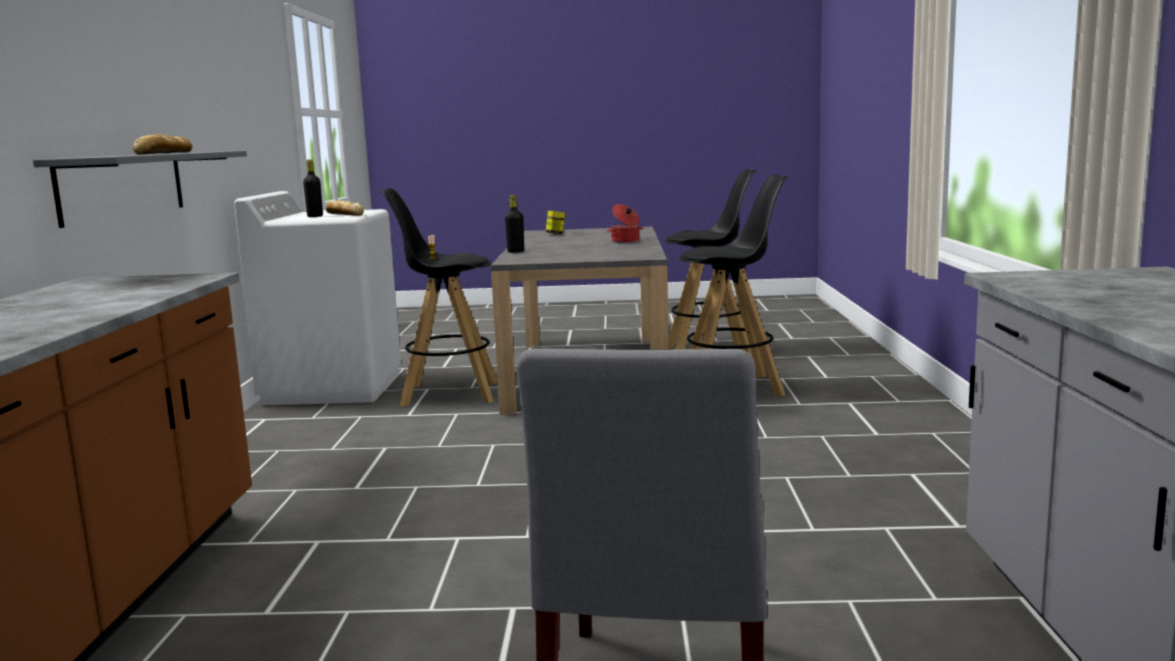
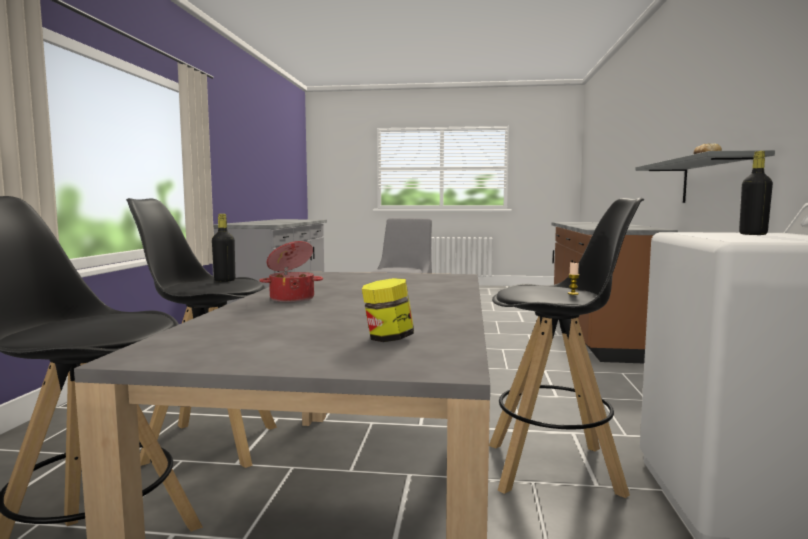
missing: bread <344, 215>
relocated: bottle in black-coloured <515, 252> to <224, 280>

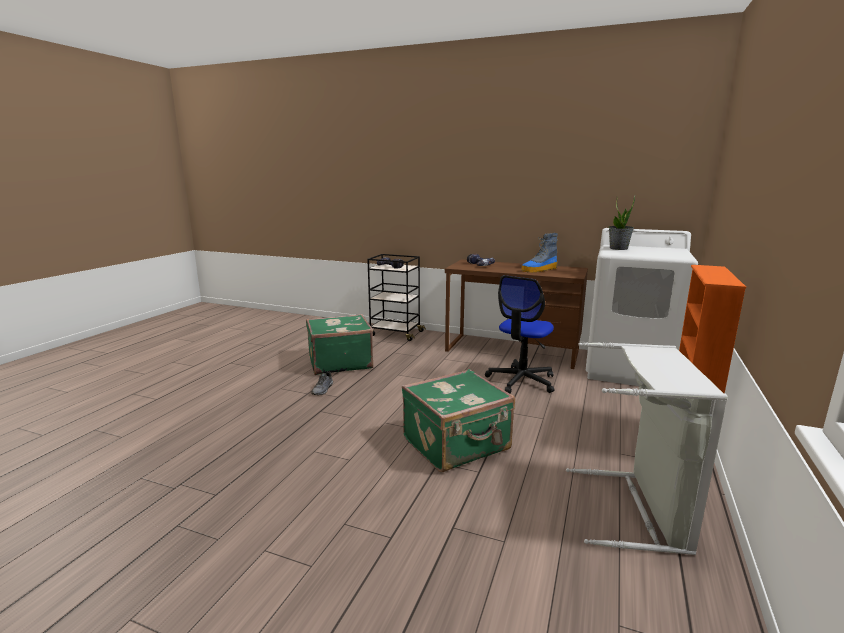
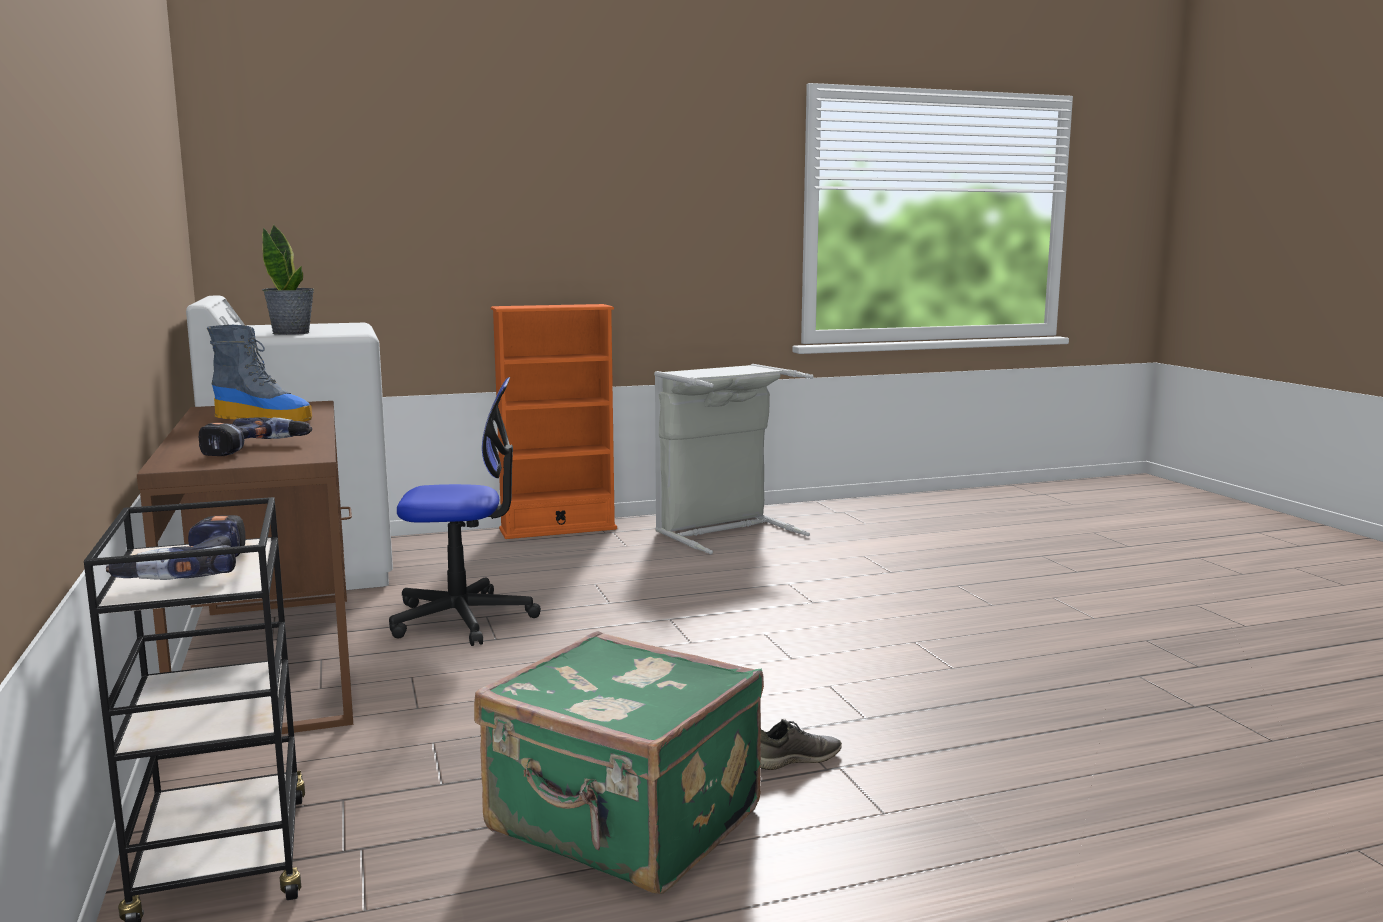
missing: piece of luggage in green <457, 445>

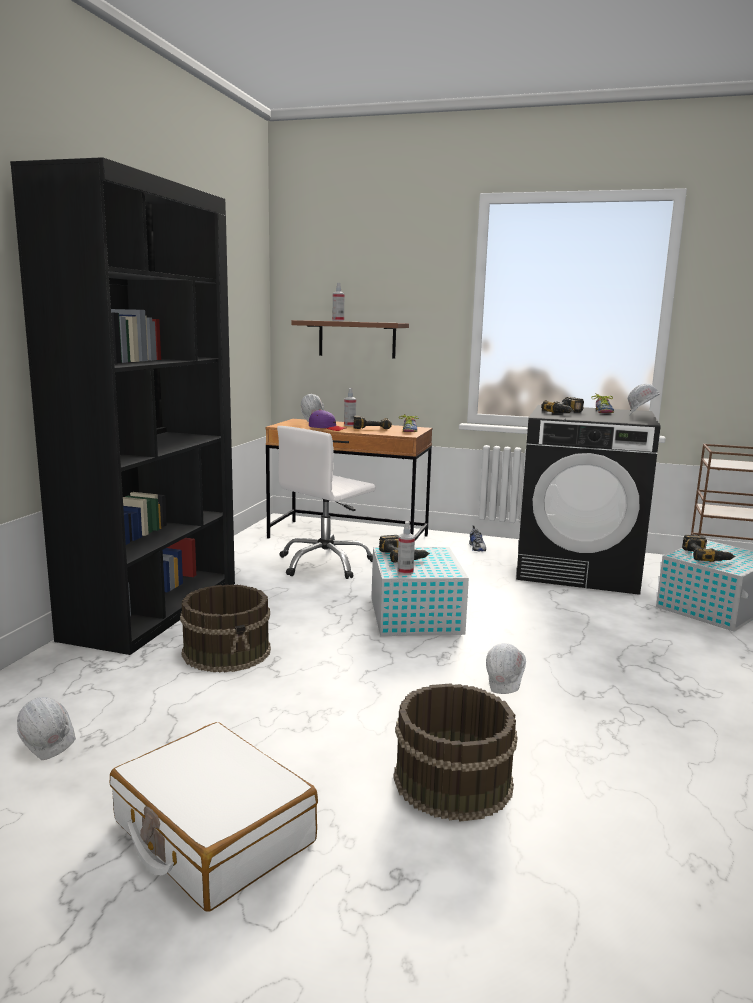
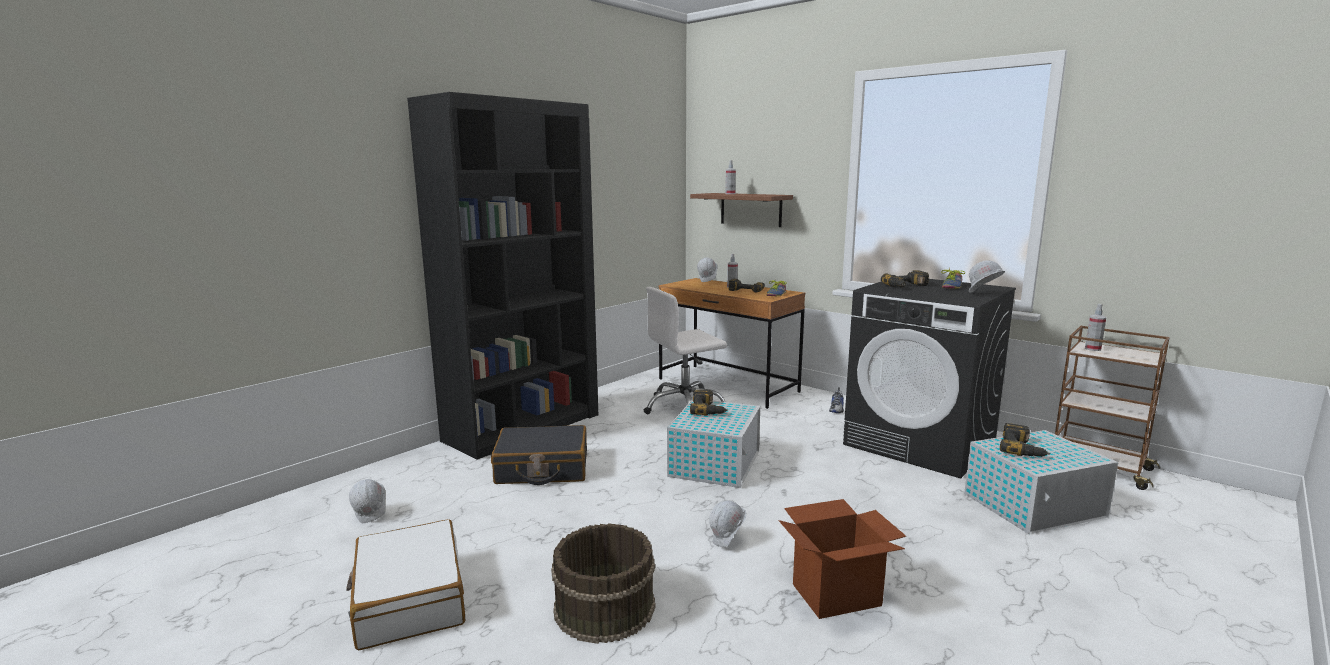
missing: baseball cap in purple-coloured <327, 428>
appeared: carton <836, 595>
relocated: sprayer <405, 572> to <1092, 349>
exchanged: bucket in brown-coloured <227, 651> to piece of luggage in black-coloured <542, 468>

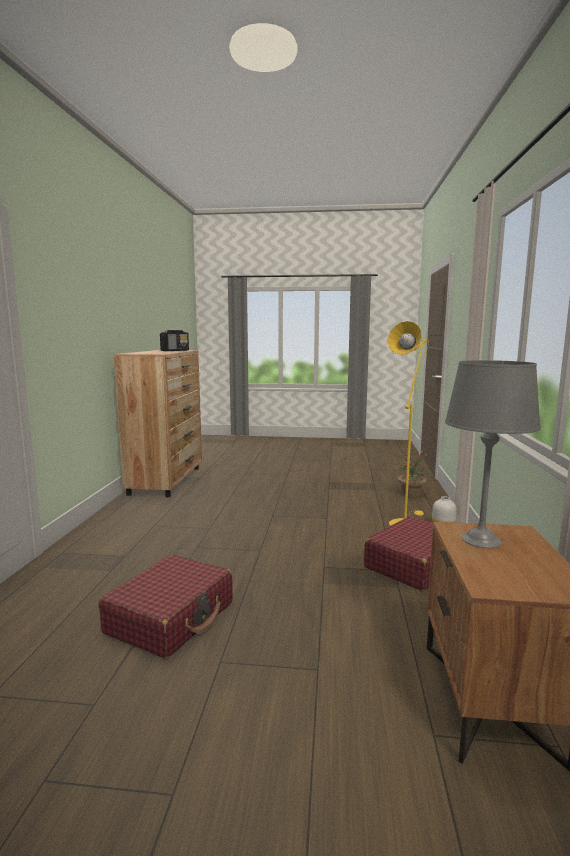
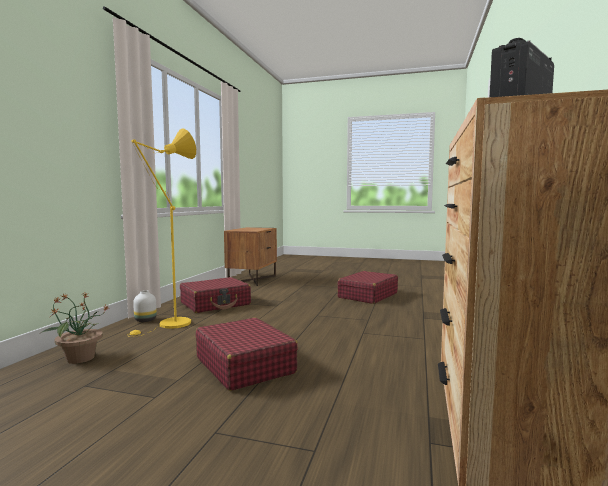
missing: tabletop lamp in grey <481, 540>
appeared: piece of luggage in reddish <244, 365>

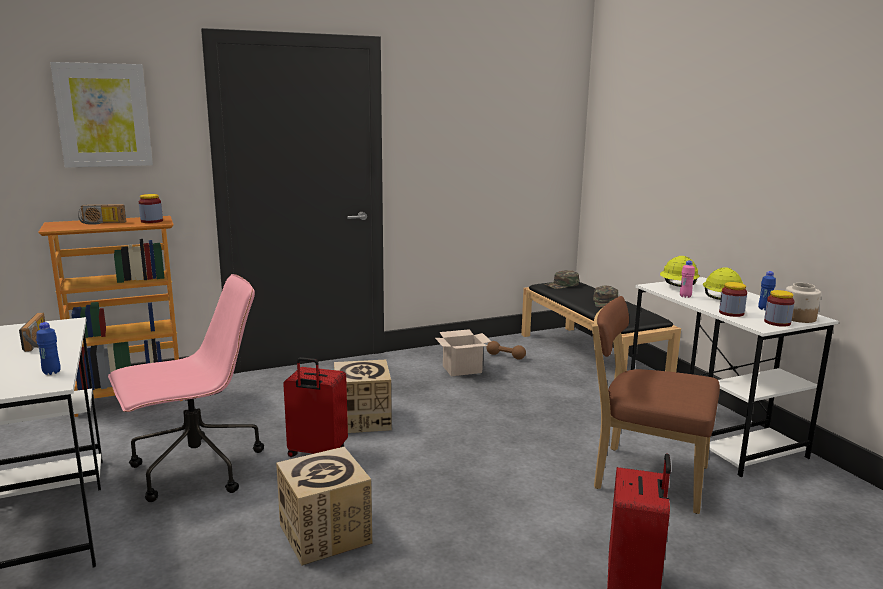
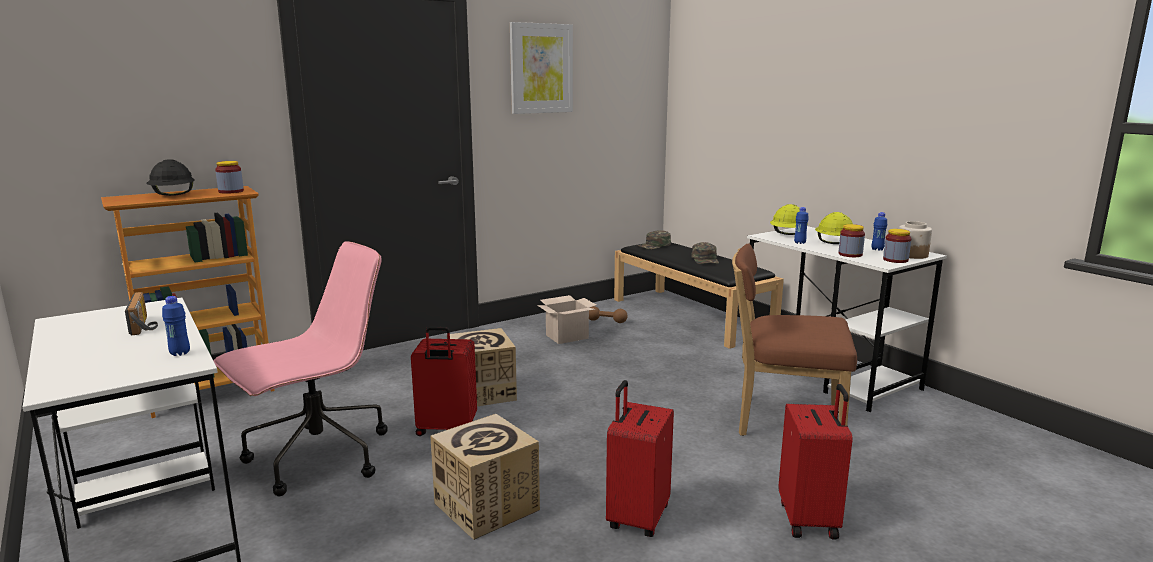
appeared: piece of luggage in reddish <636, 518>
relocated: wall art <103, 115> to <541, 68>
exchanged: radio set <102, 223> to work helmet in black-coloured <173, 195>
colour: bottle in pink-coloured <685, 296> to bottle in blue <799, 243>

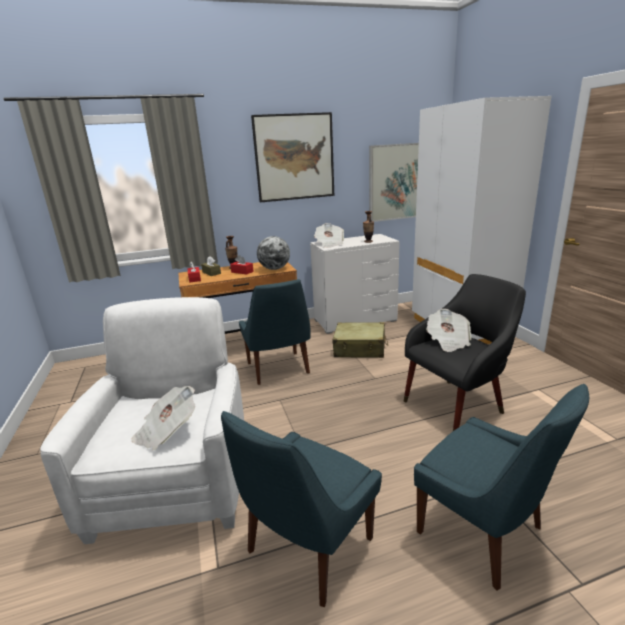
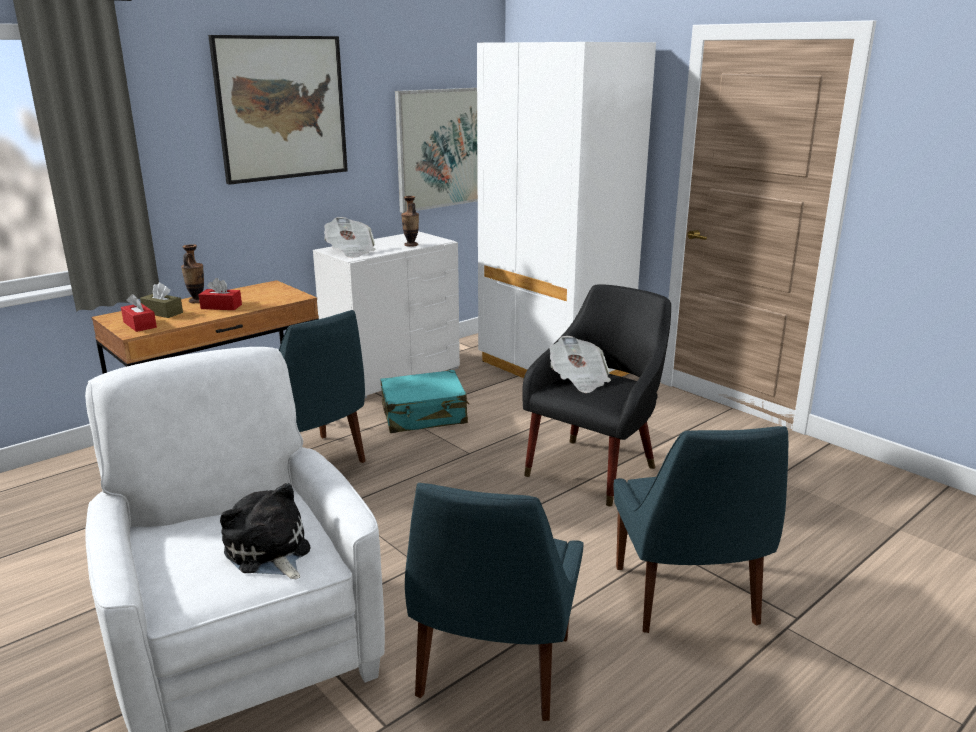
missing: desk globe <275, 269>
exchanged: daily paper <167, 431> to plush toy <269, 552>
colour: piece of luggage in beige <360, 348> to piece of luggage in turquoise <424, 415>
spun: upright chair in blue <483, 533> = <686, 599> 60 degrees clockwise

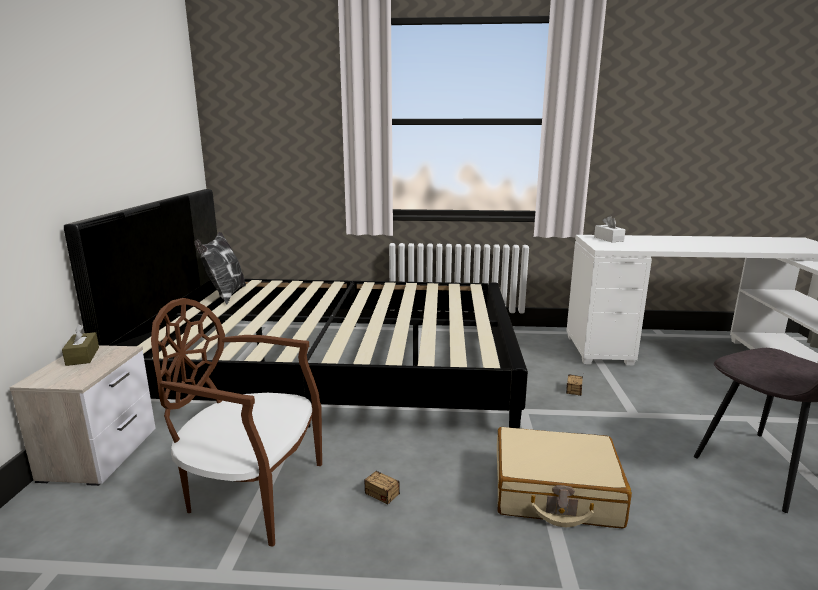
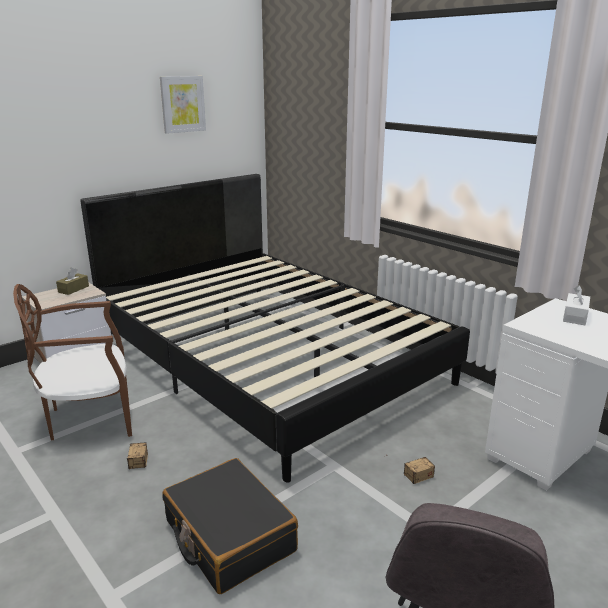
missing: throw pillow <225, 295>
appeared: wall art <182, 104>
colour: piece of luggage in beige <555, 492> to piece of luggage in black-coloured <229, 536>
spun: upright chair in brown-coloured <251, 493> = <90, 418> 75 degrees counterclockwise

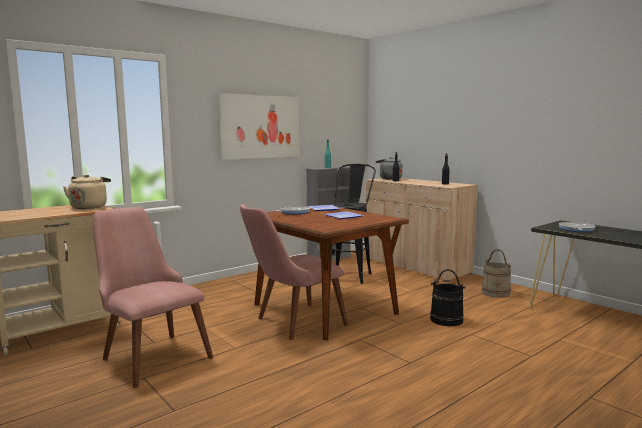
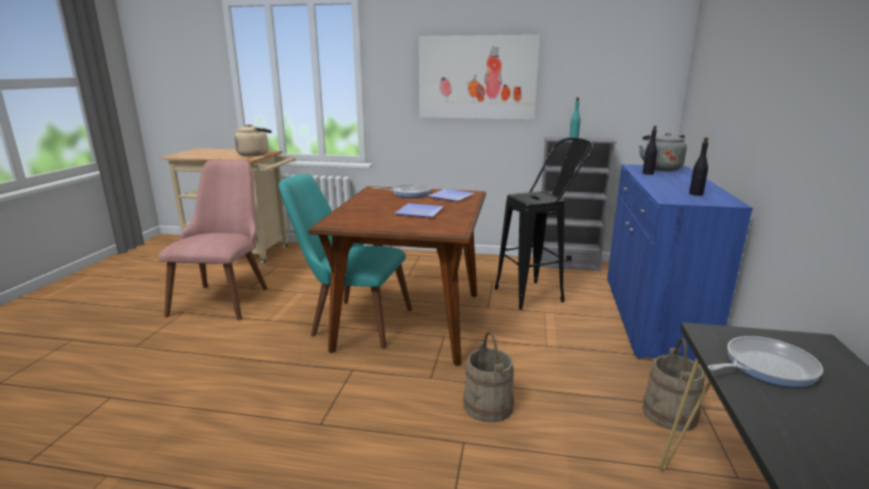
colour: upright chair in pink-coloured <292, 324> to upright chair in turquoise <350, 321>; bucket in black-coloured <446, 320> to bucket in beige <488, 405>; storage cabinet in beige <416, 266> to storage cabinet in blue <652, 317>

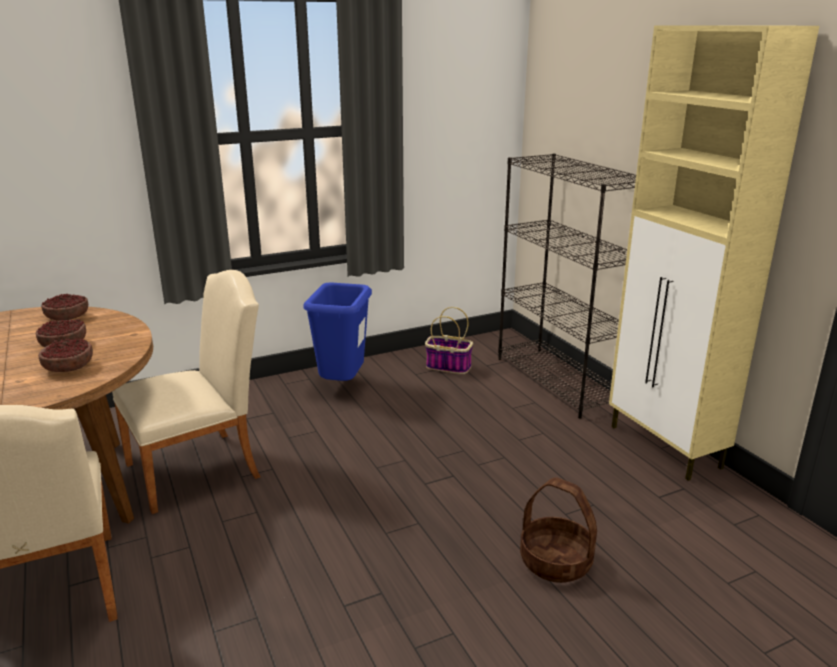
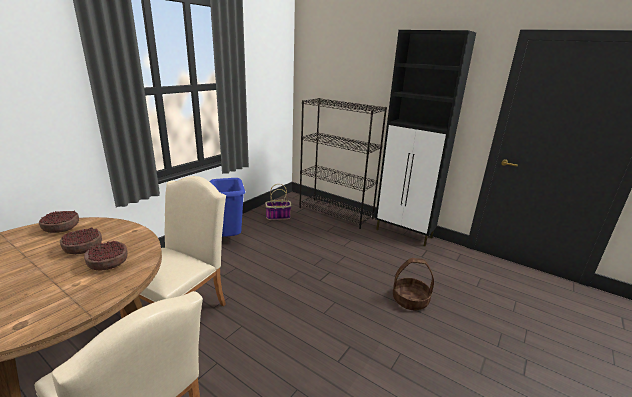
colour: storage cabinet in beige <665, 447> to storage cabinet in black-coloured <404, 234>

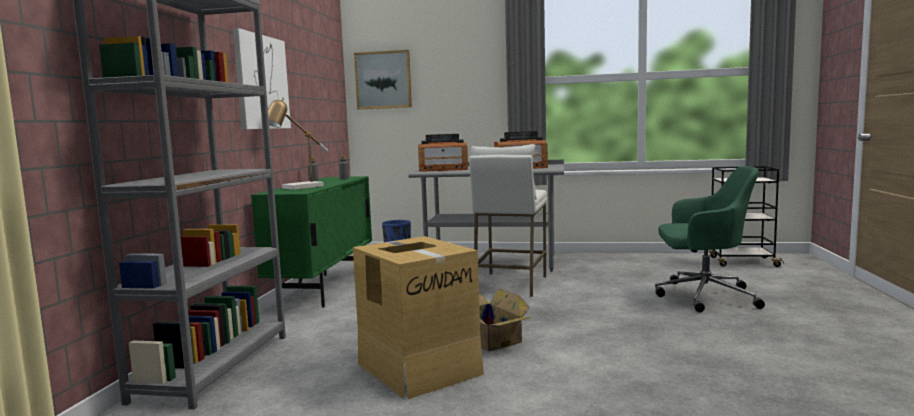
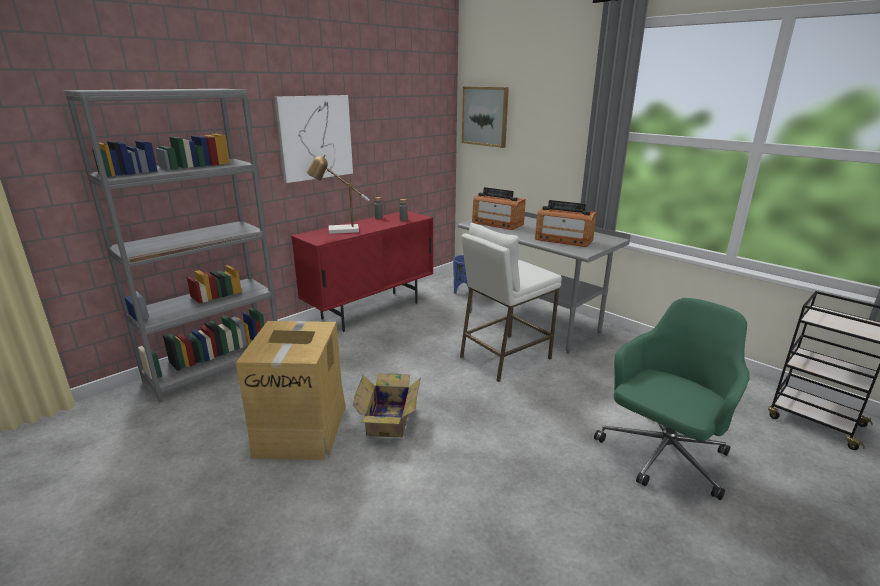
colour: storage cabinet in green <324, 289> to storage cabinet in reddish <371, 310>
spun: desk chair in green <703, 296> = <662, 456> 90 degrees counterclockwise

